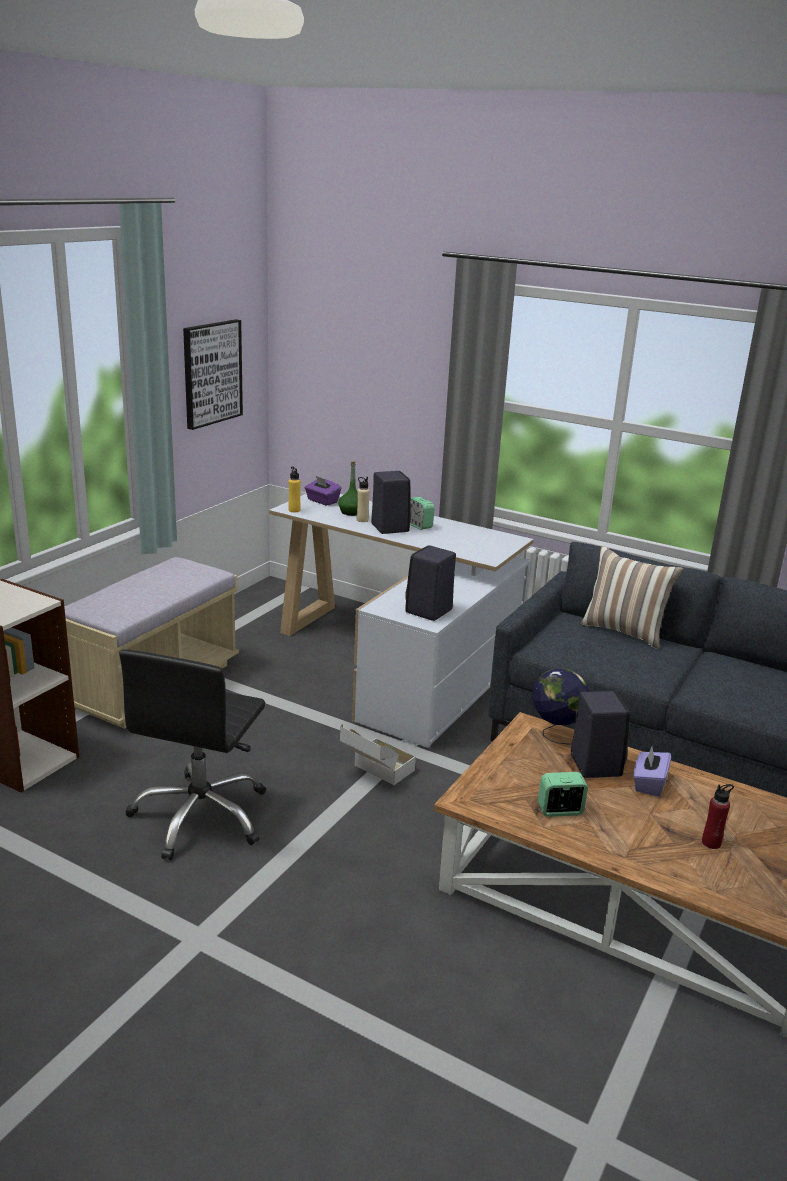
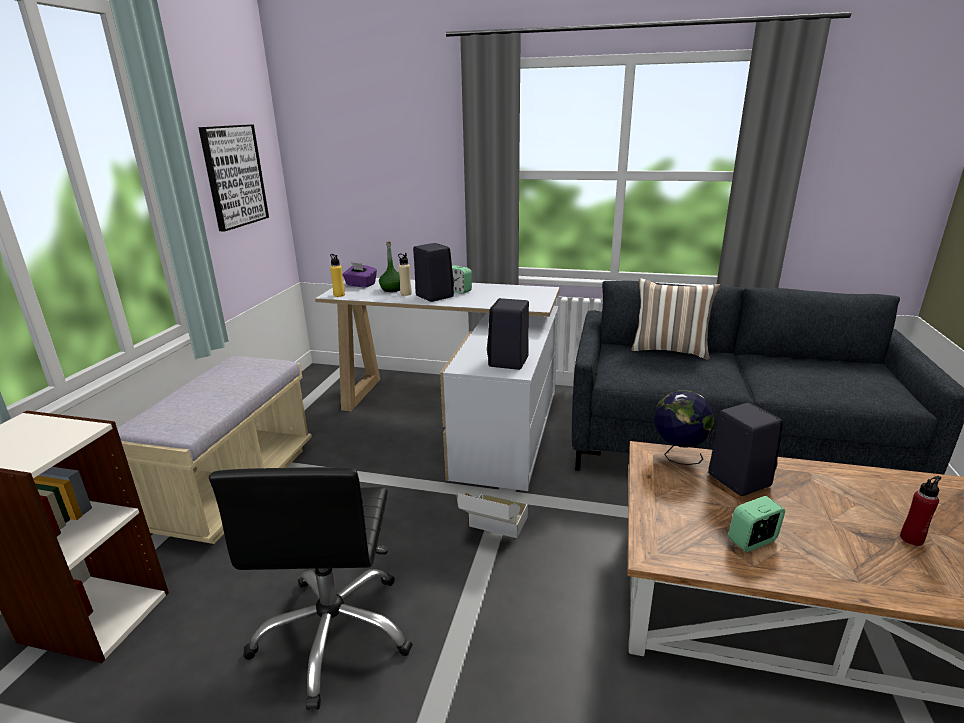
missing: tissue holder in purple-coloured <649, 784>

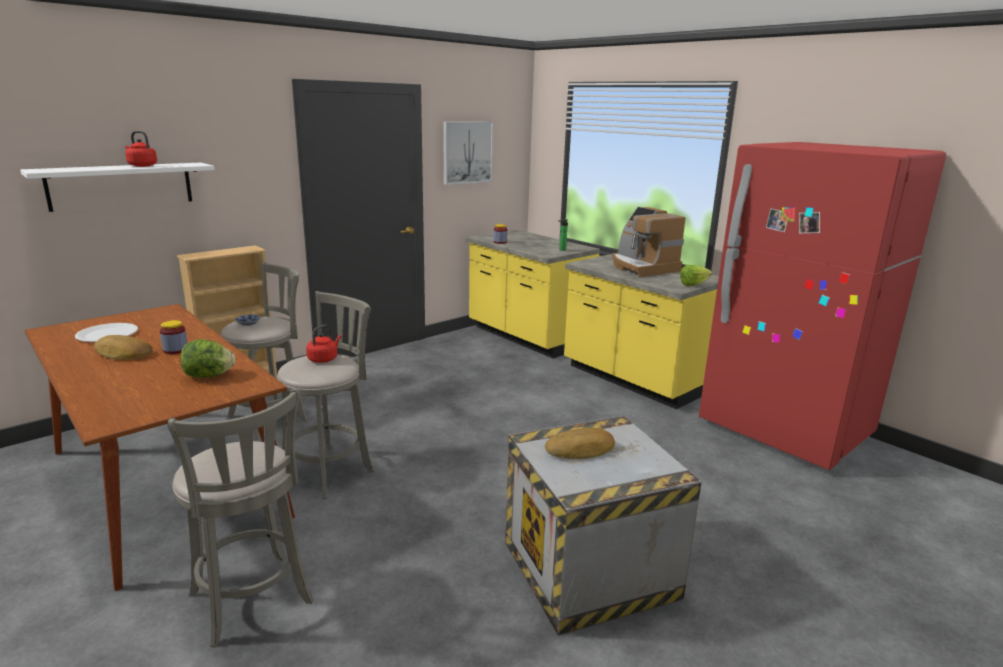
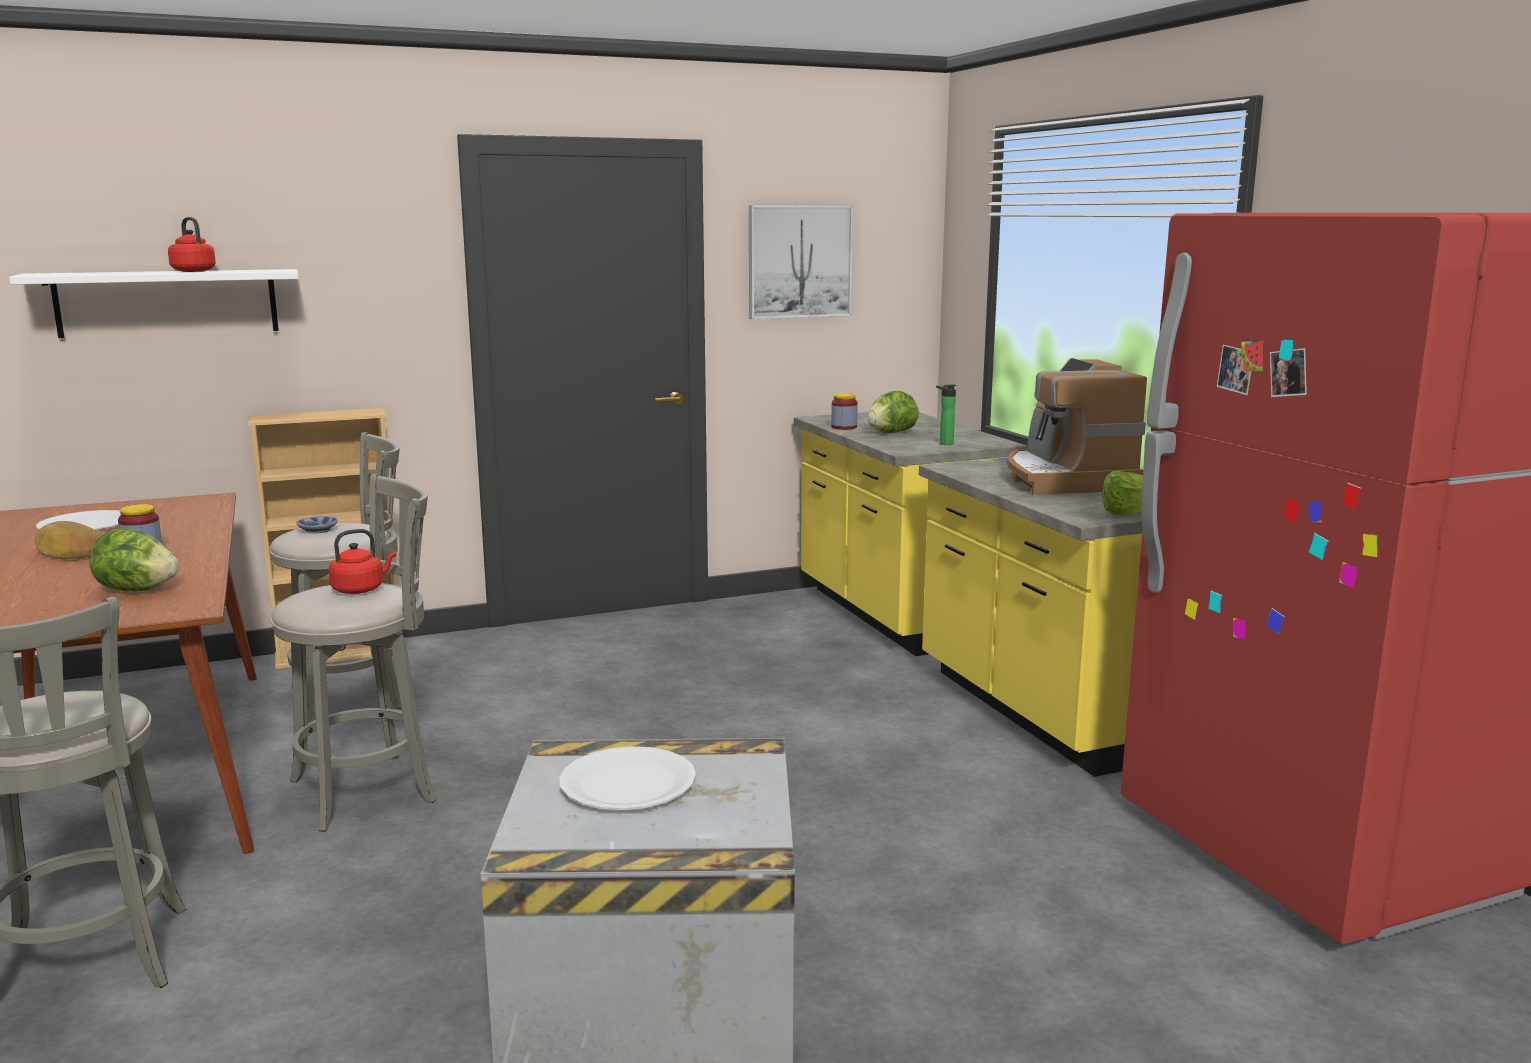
appeared: head of lettuce <891, 433>
exchanged: bread <581, 450> to flat dish in white-coloured <628, 783>

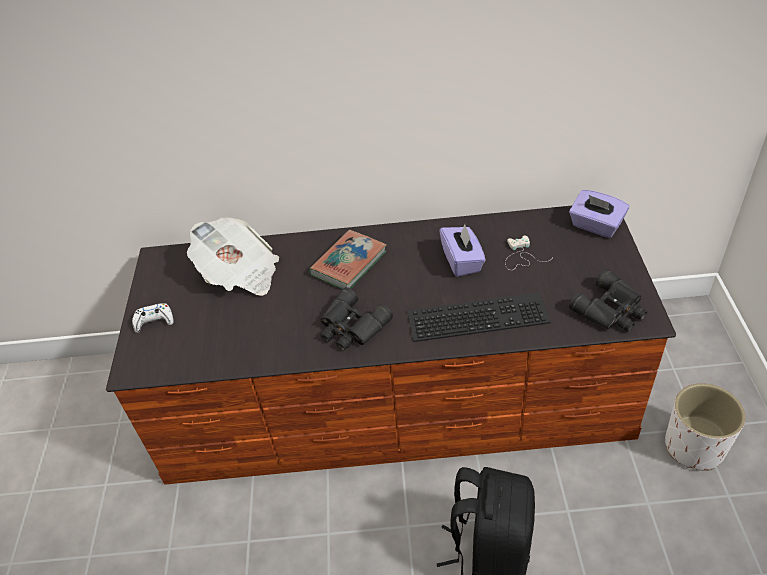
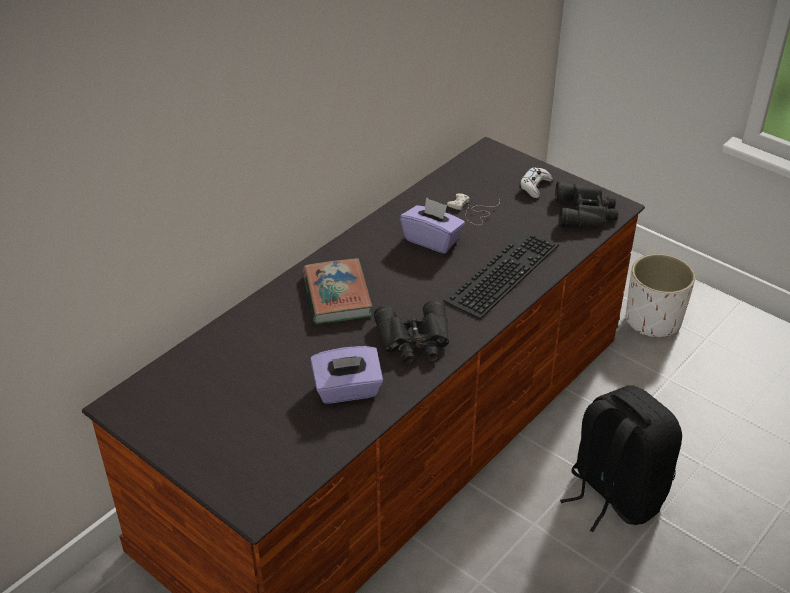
missing: daily paper <239, 273>
relocated: tissue holder in purple-coloured <595, 226> to <347, 390>; game controller in white-coloured <154, 321> to <534, 186>

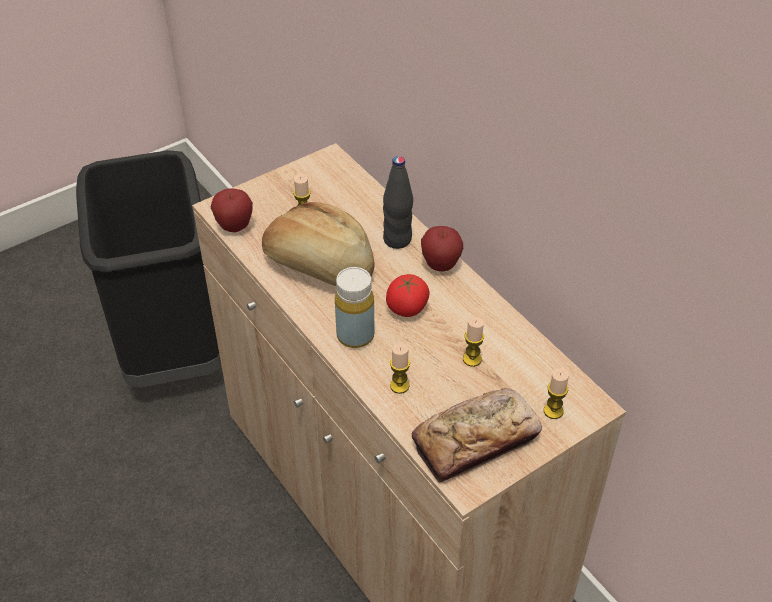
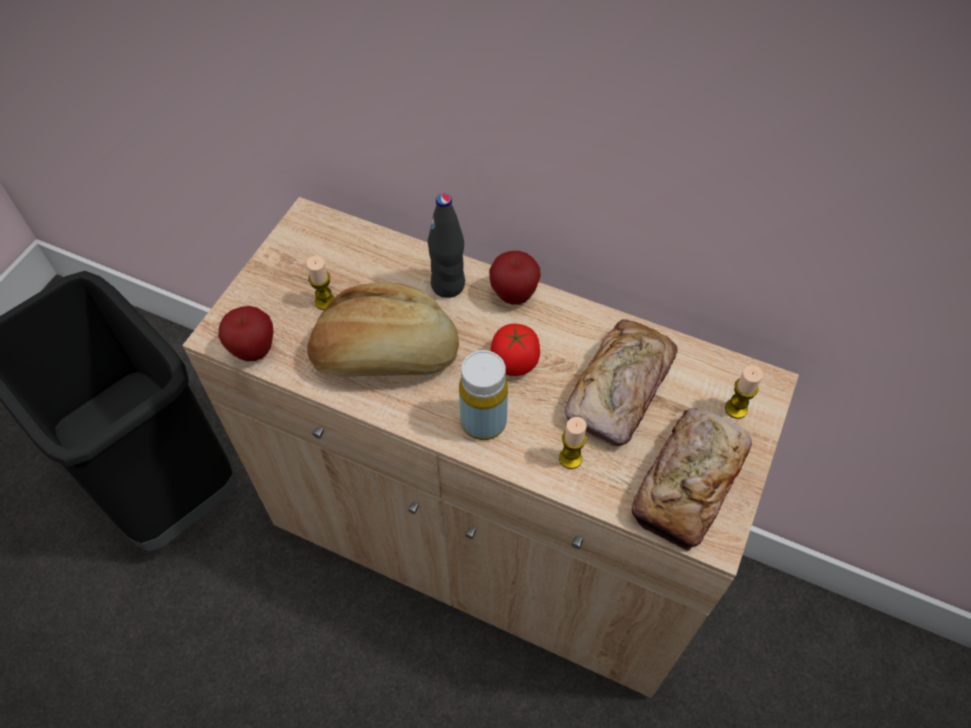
exchanged: wax light <472, 359> to bread <620, 389>

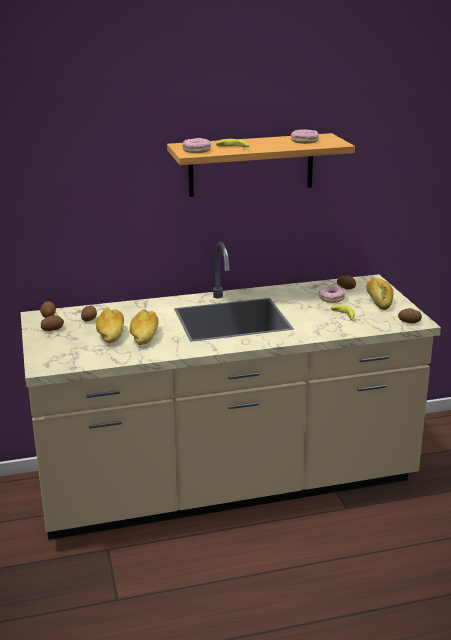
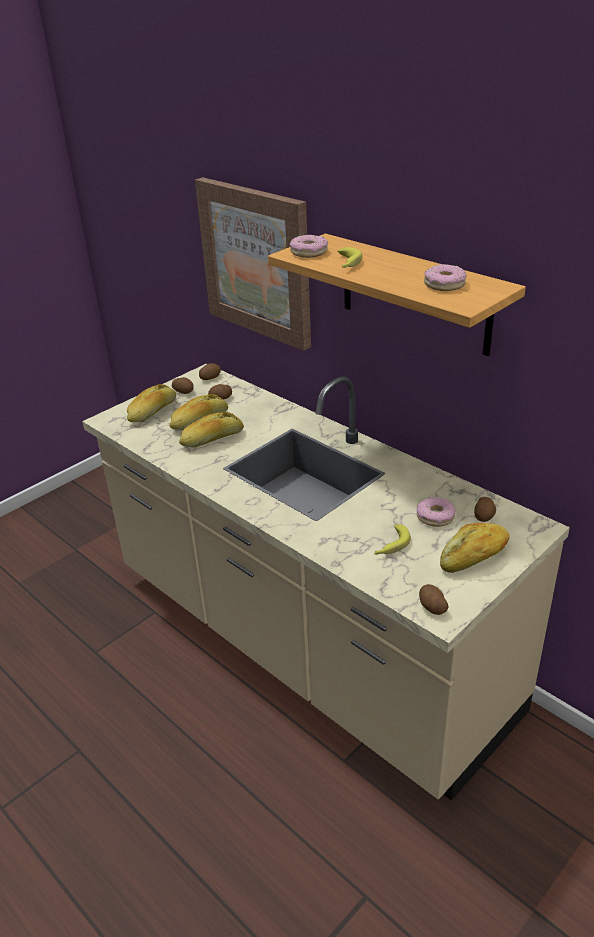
appeared: bread <153, 412>; wall art <257, 262>

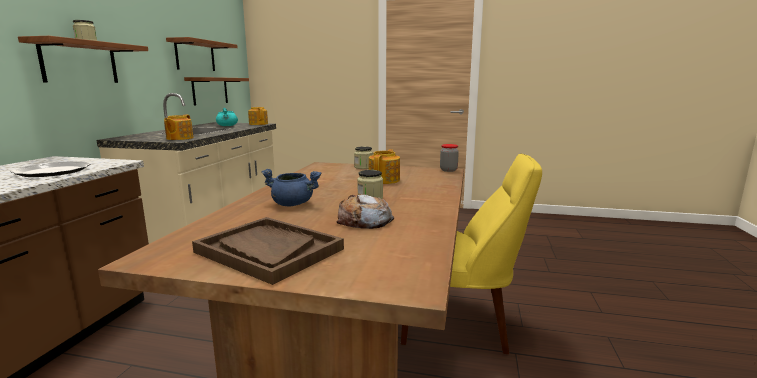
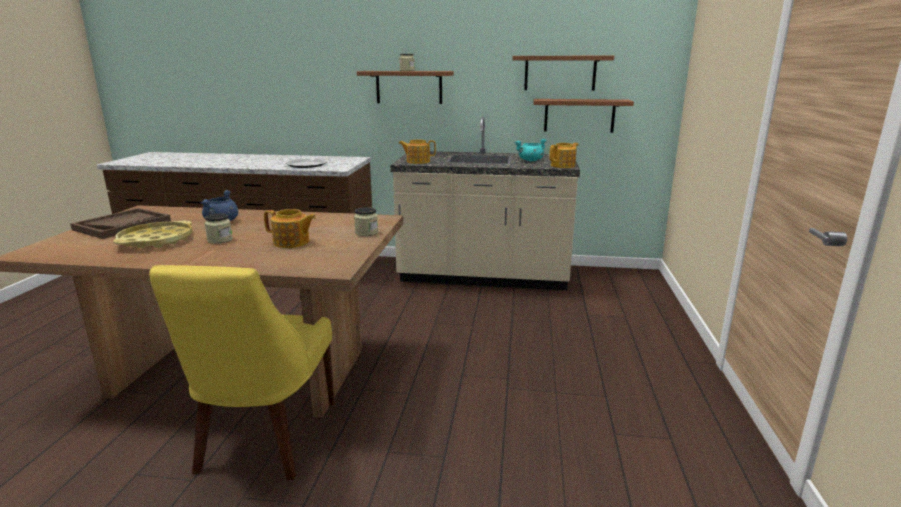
missing: jar <448, 170>
exchanged: bread <364, 220> to serving tray in yellow <156, 241>

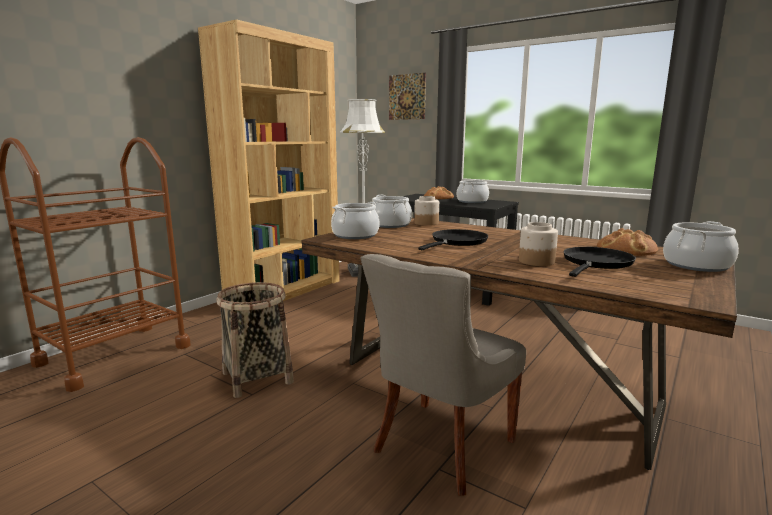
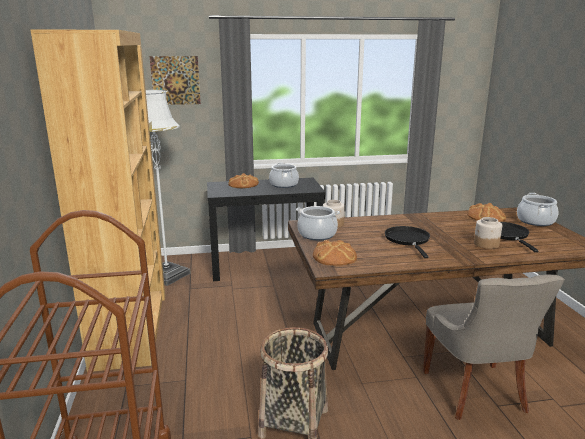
exchanged: stockpot <355, 235> to bread <334, 257>

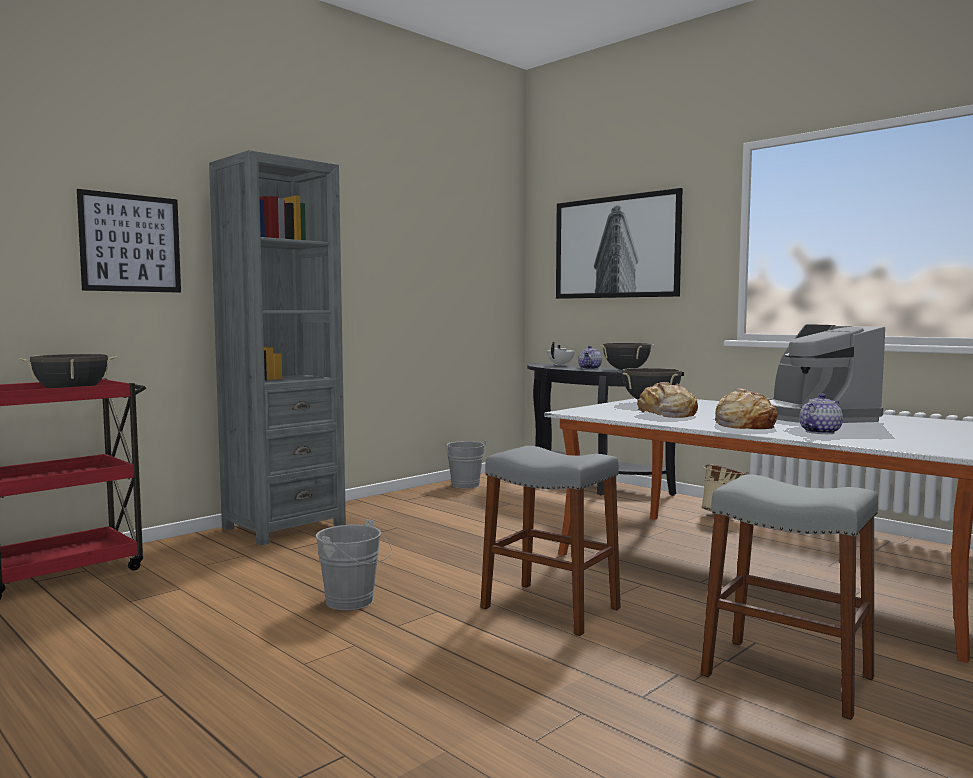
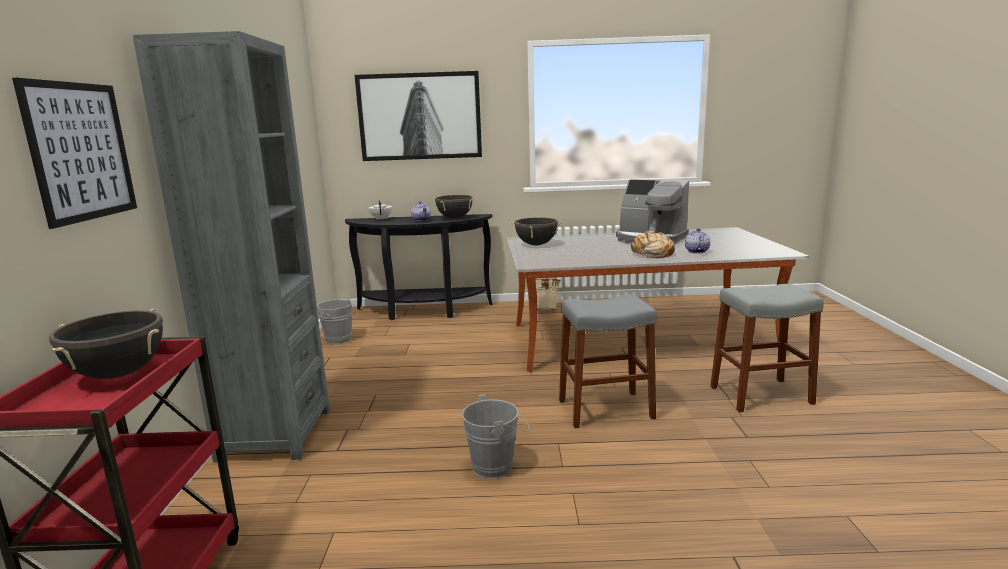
missing: bread <666, 414>

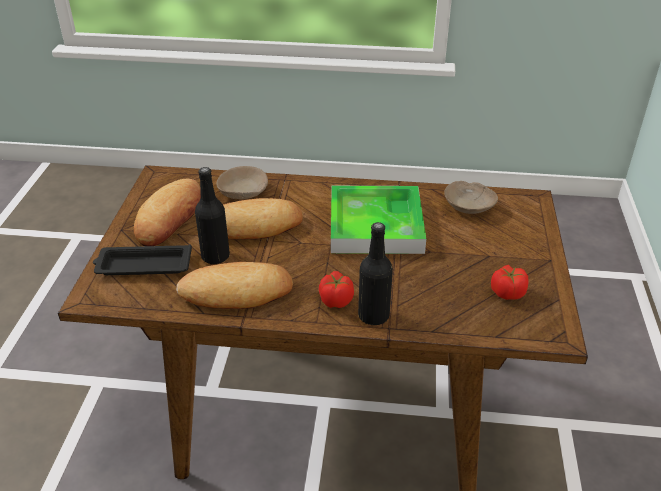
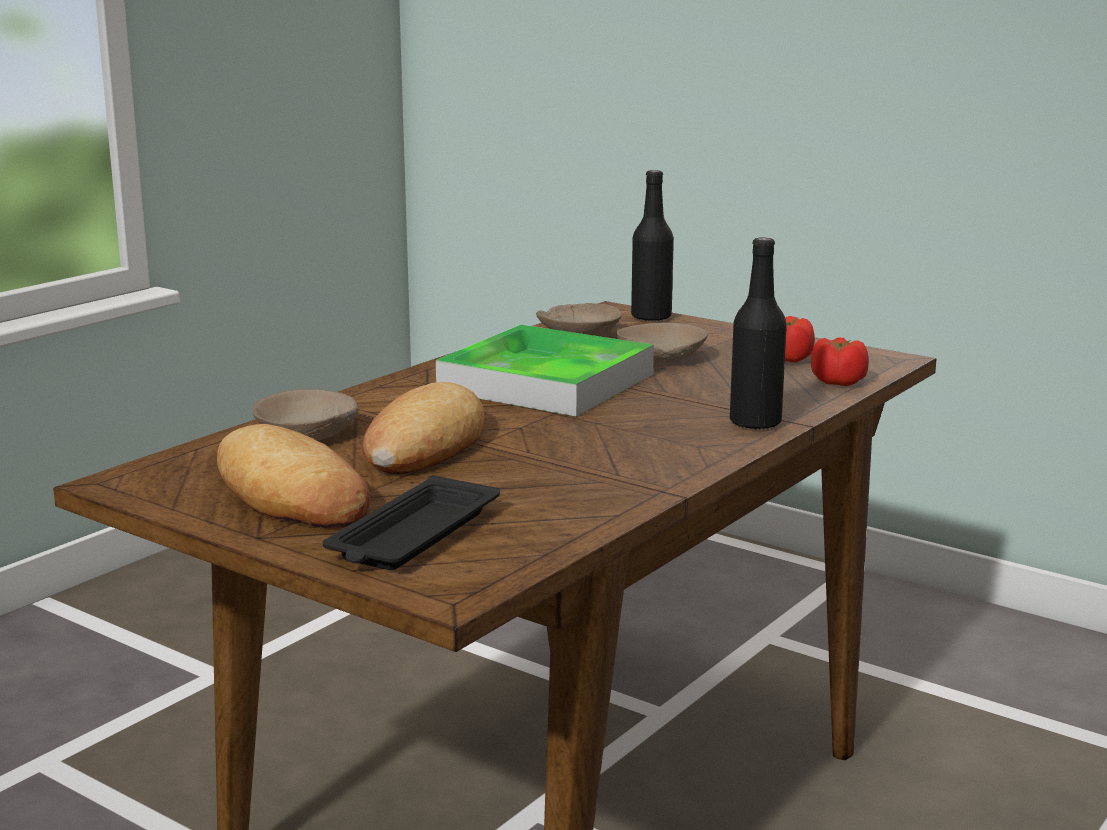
missing: bread <237, 292>
appeared: bowl in beige <662, 358>
relocated: bottle in black-coloured <215, 256> to <651, 317>; fresh tomato <336, 300> to <837, 382>

